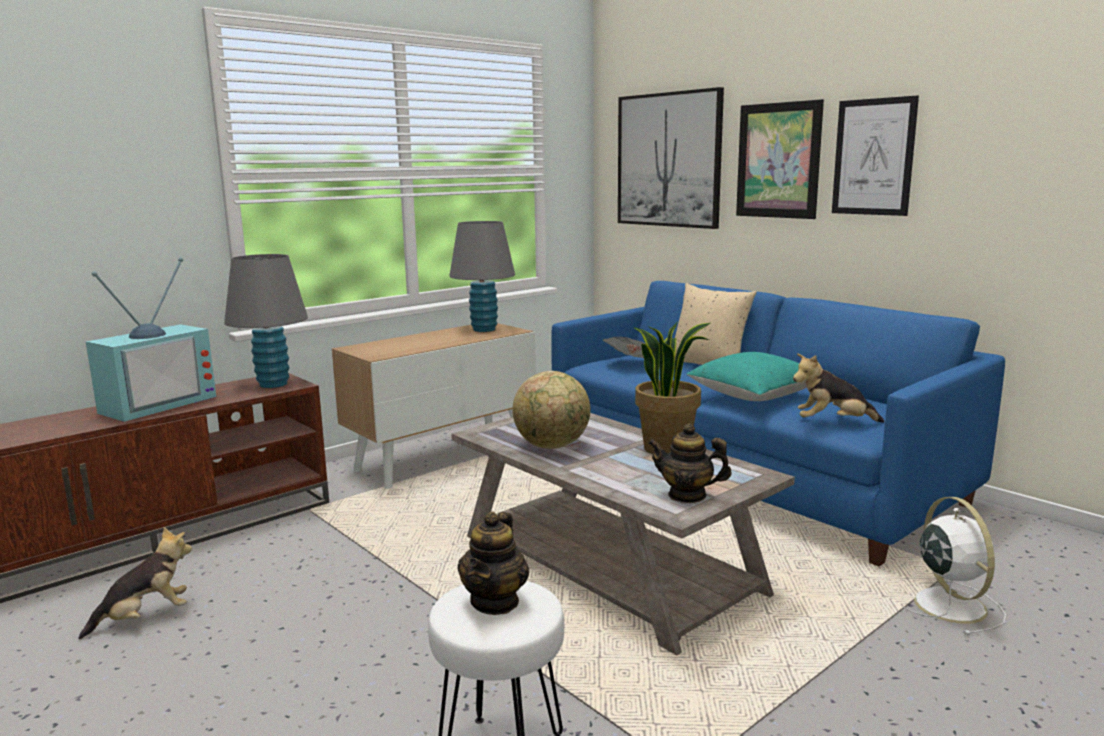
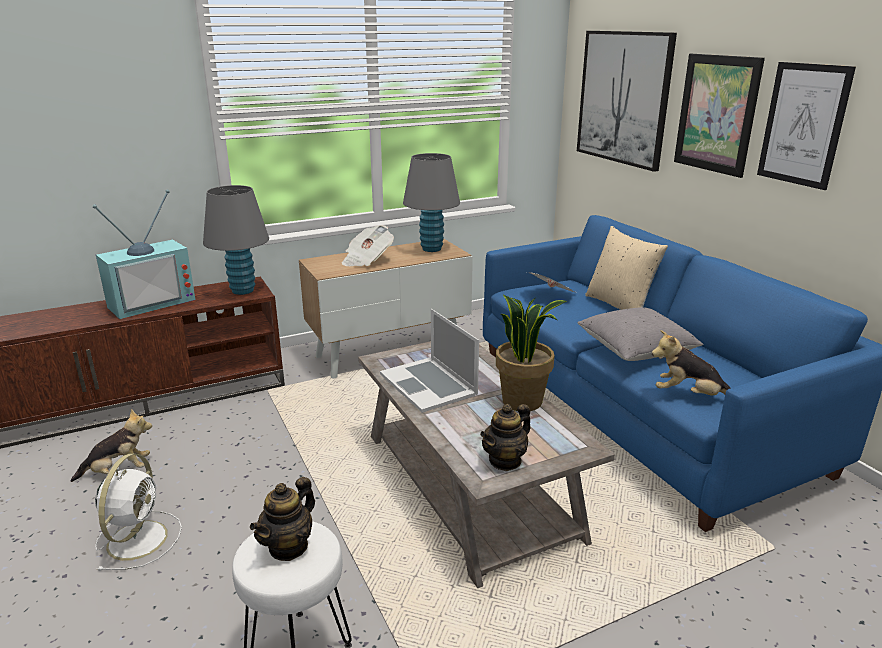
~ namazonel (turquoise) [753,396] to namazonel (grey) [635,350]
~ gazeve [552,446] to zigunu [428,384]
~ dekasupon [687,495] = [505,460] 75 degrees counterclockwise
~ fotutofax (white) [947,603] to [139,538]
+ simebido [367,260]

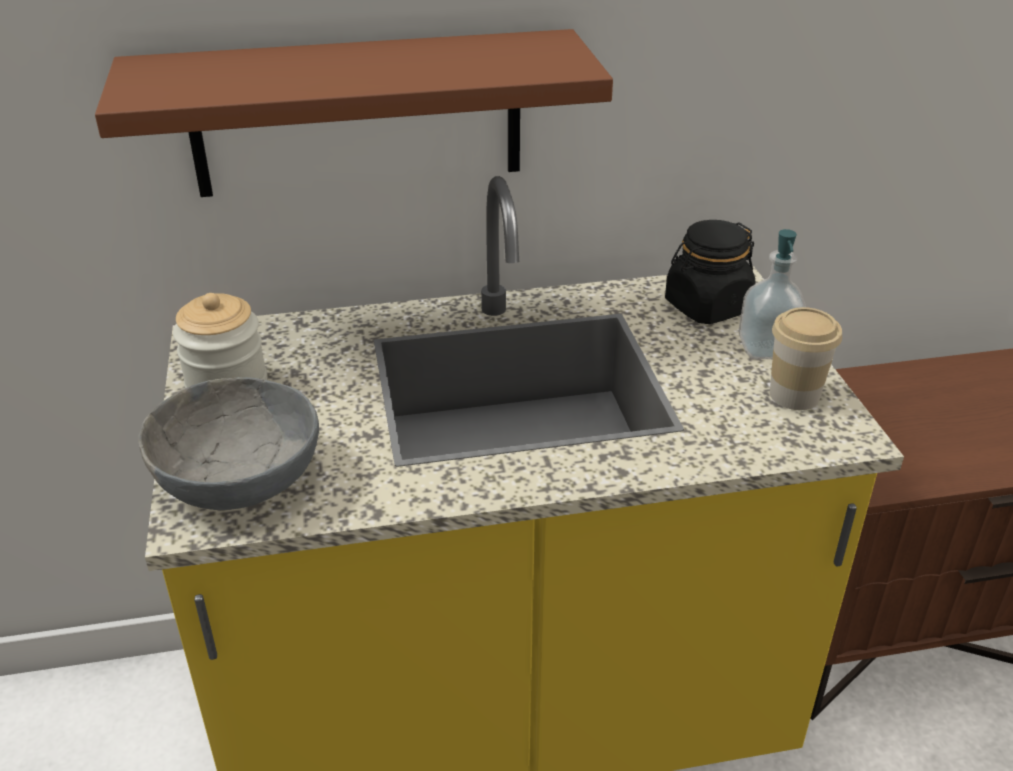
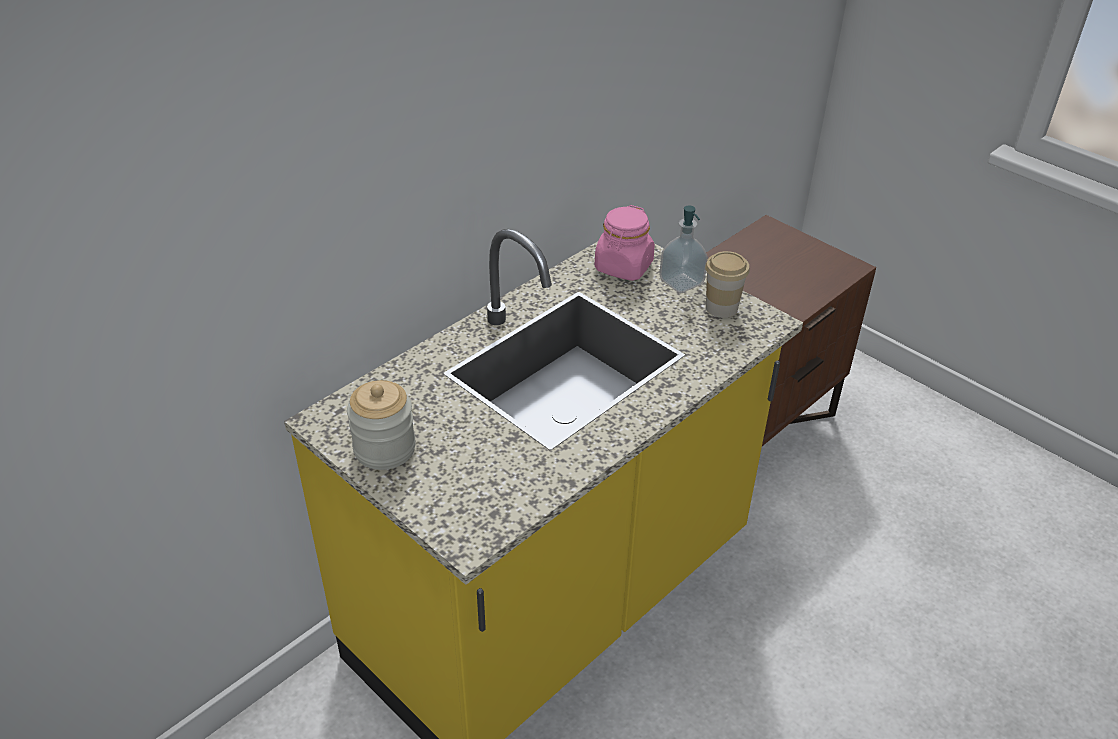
- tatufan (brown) [357,114]
~ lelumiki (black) [707,307] to lelumiki (pink) [623,267]
- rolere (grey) [238,481]

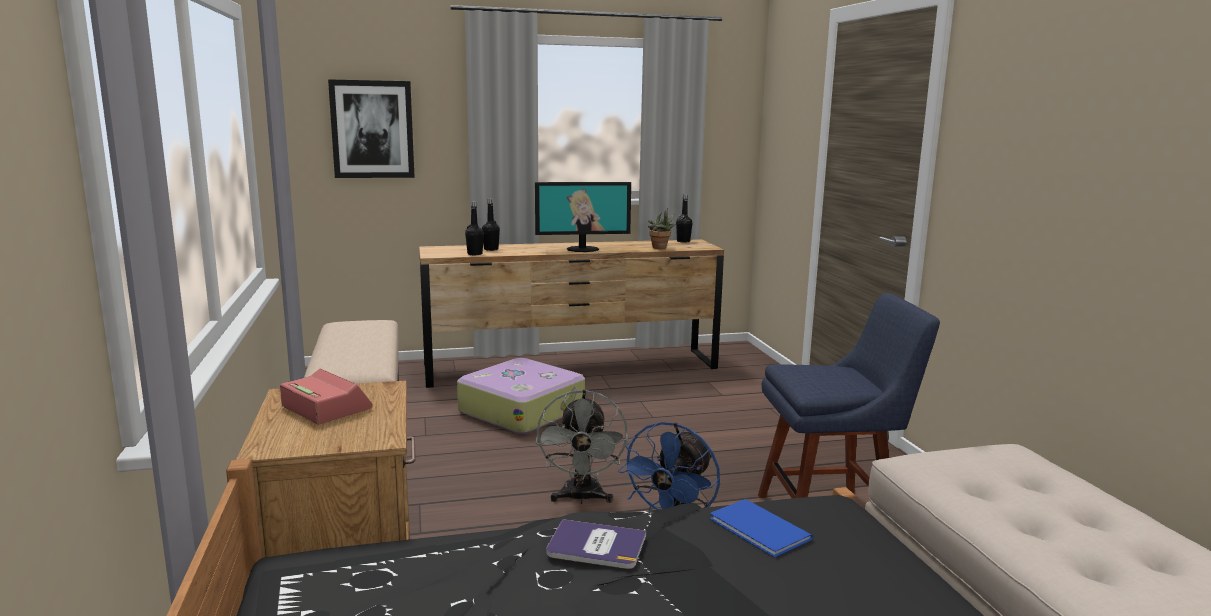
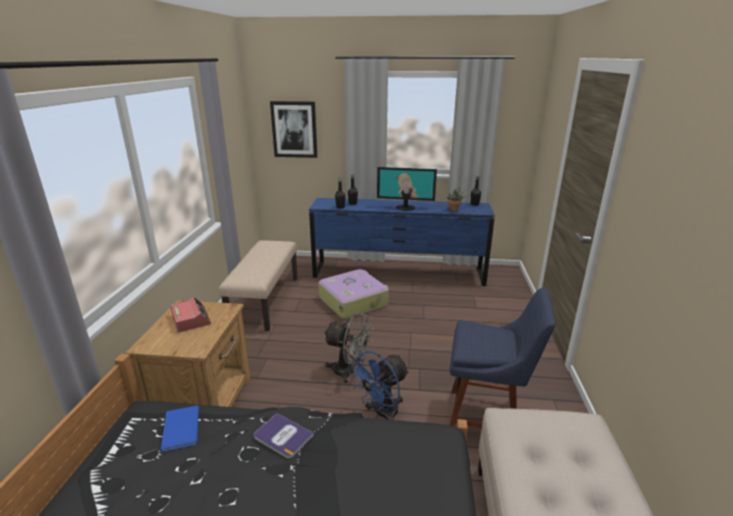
~ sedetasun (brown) [572,368] to sedetasun (blue) [398,273]
~ fotutofax (grey) [581,498] = [349,371] 90 degrees counterclockwise
~ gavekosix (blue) [759,531] to [179,430]

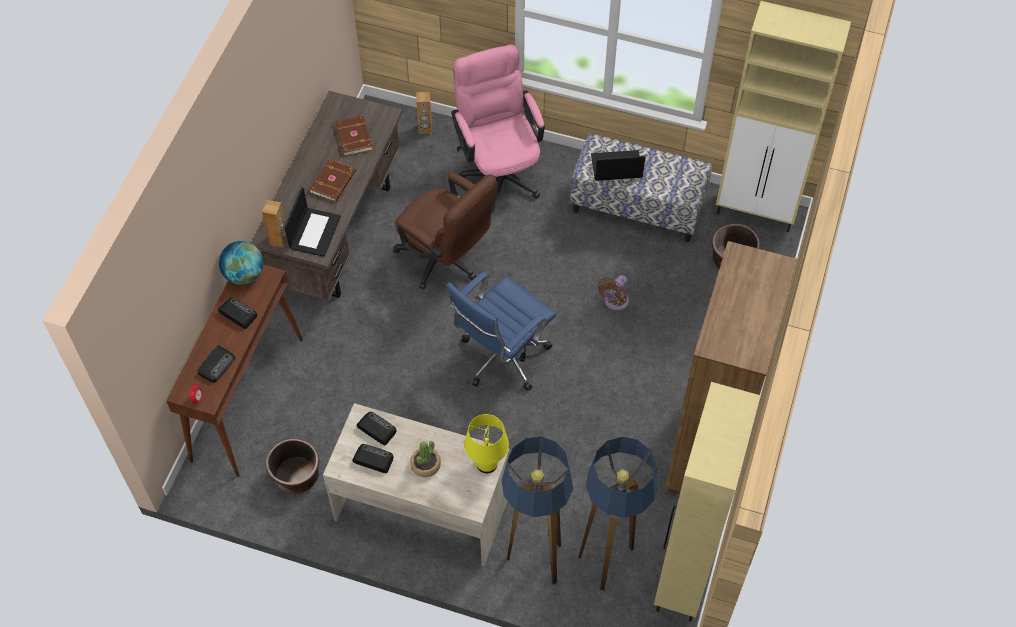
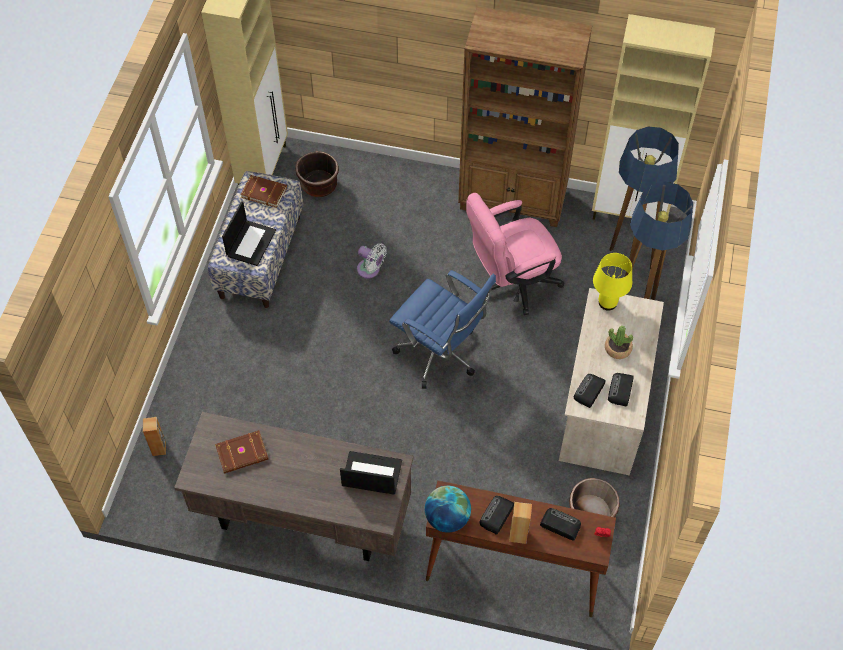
~ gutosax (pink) [499,170] to [511,283]
~ zigunu [616,167] = [251,242] 150 degrees counterclockwise
~ gavekosix (brown) [333,182] to [264,192]
- gutosax (brown) [446,260]
~ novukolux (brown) [279,240] to [518,535]
~ fotutofax (brown) [614,302] to fotutofax (white) [370,270]

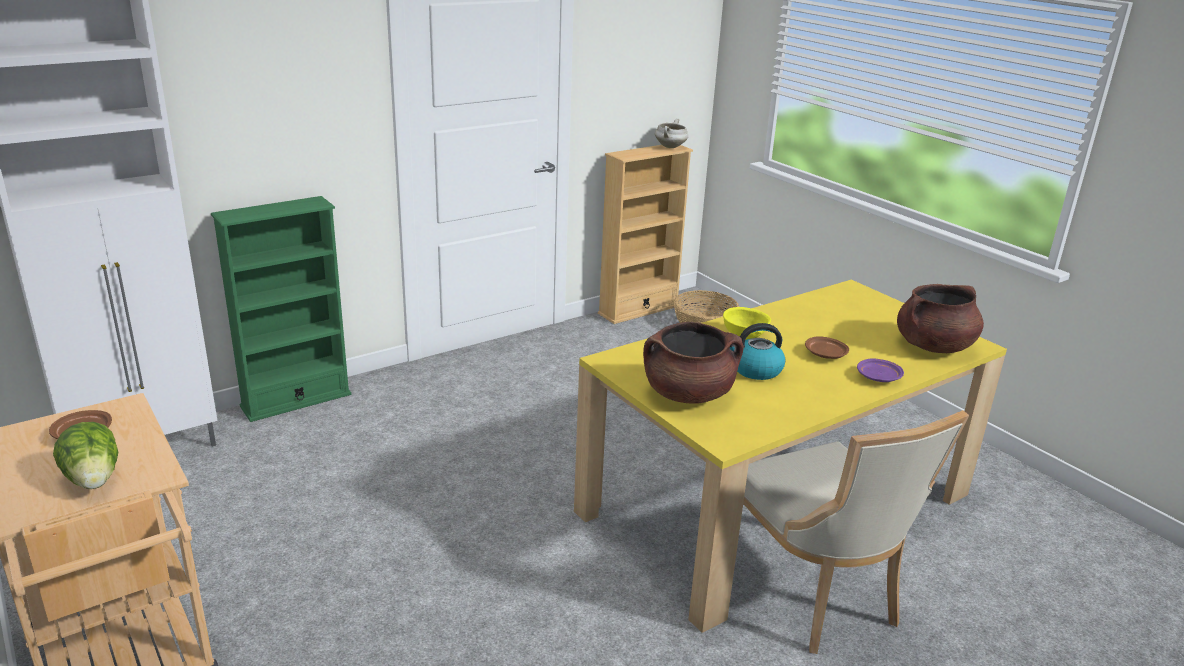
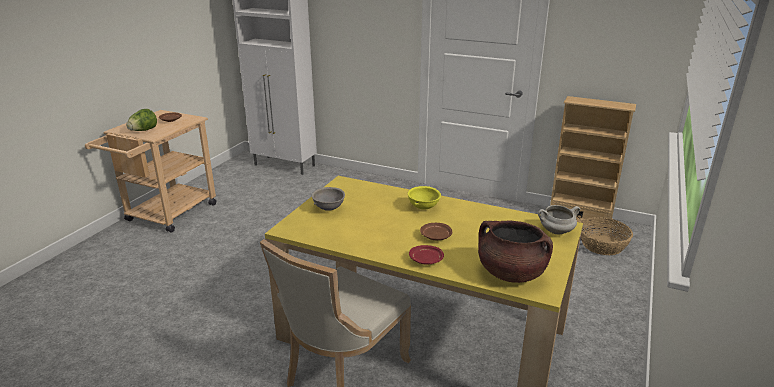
~ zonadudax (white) [670,147] to [556,232]
- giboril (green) [296,400]
~ zonadudax (brown) [688,394] to rolere (grey) [329,208]
- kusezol [755,370]
~ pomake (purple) [878,377] to pomake (red) [426,260]

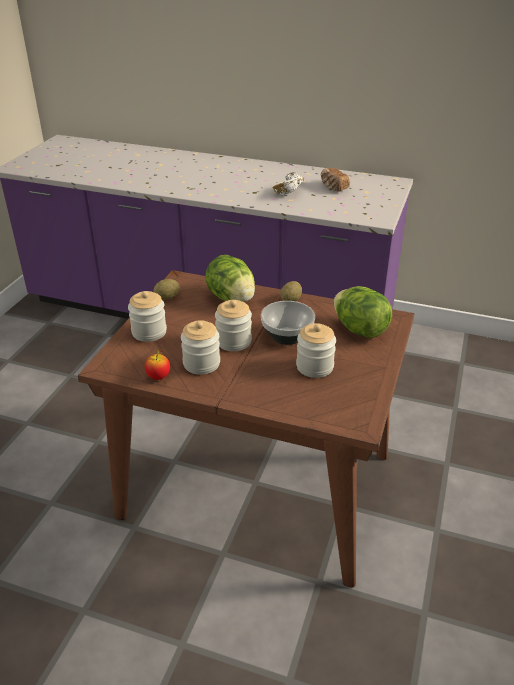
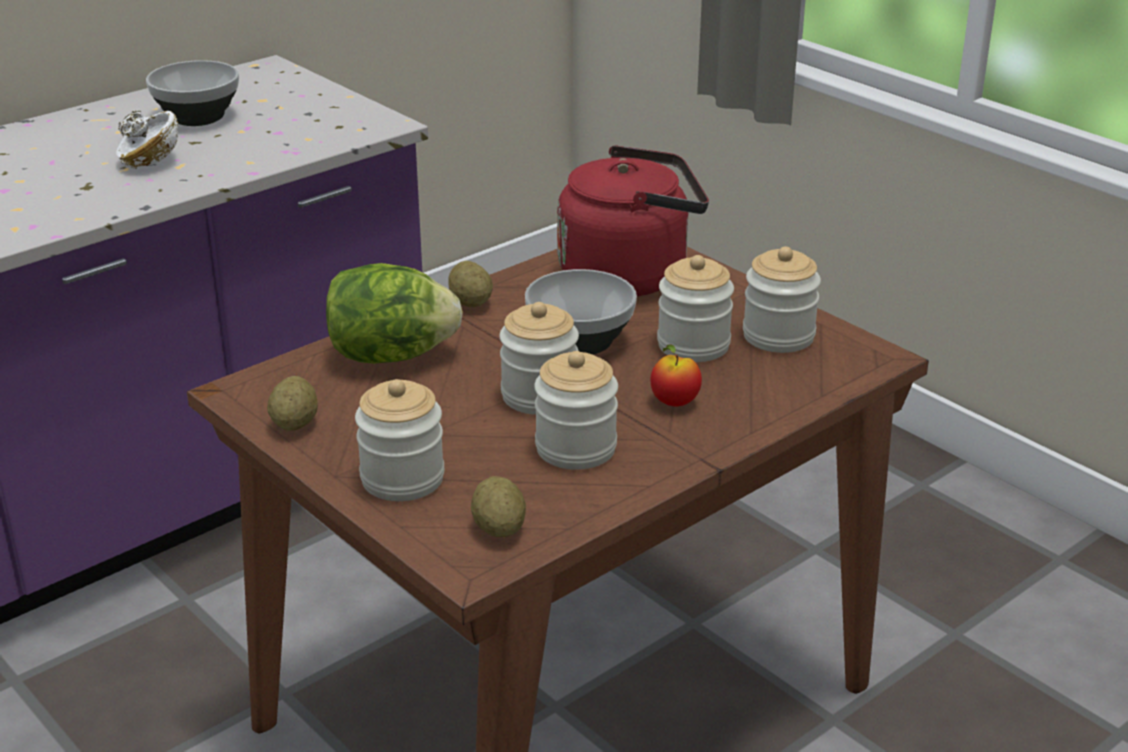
~ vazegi [333,187] to rolere [196,118]
~ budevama [360,330] to kusezol (red) [630,275]
~ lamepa [158,377] to [674,402]
+ lelumiki [778,336]
+ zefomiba [499,528]

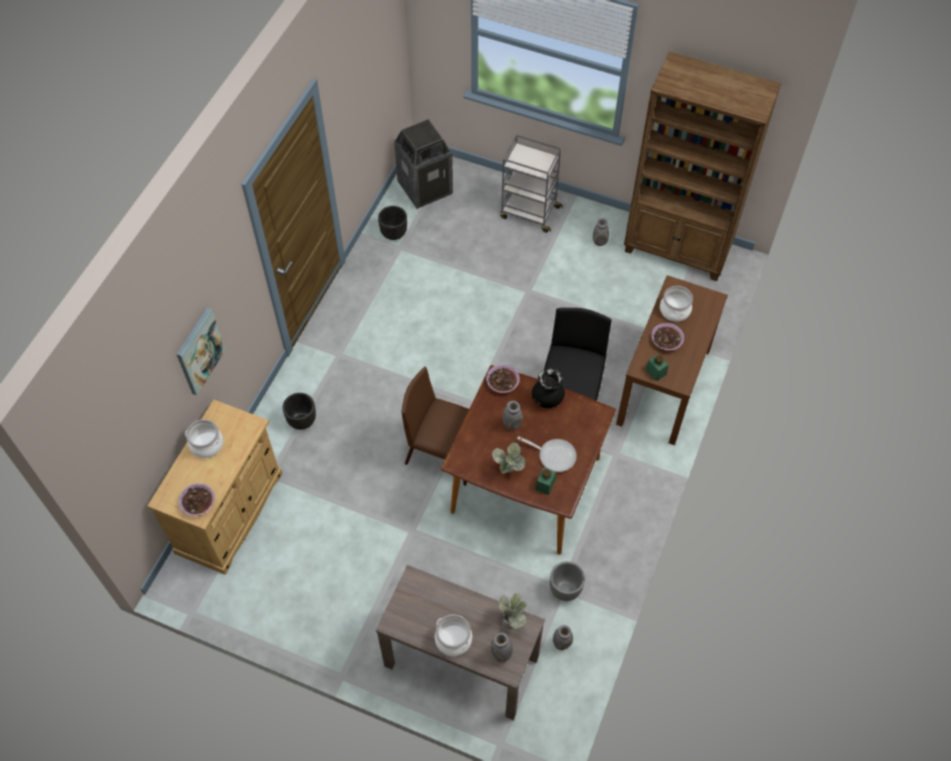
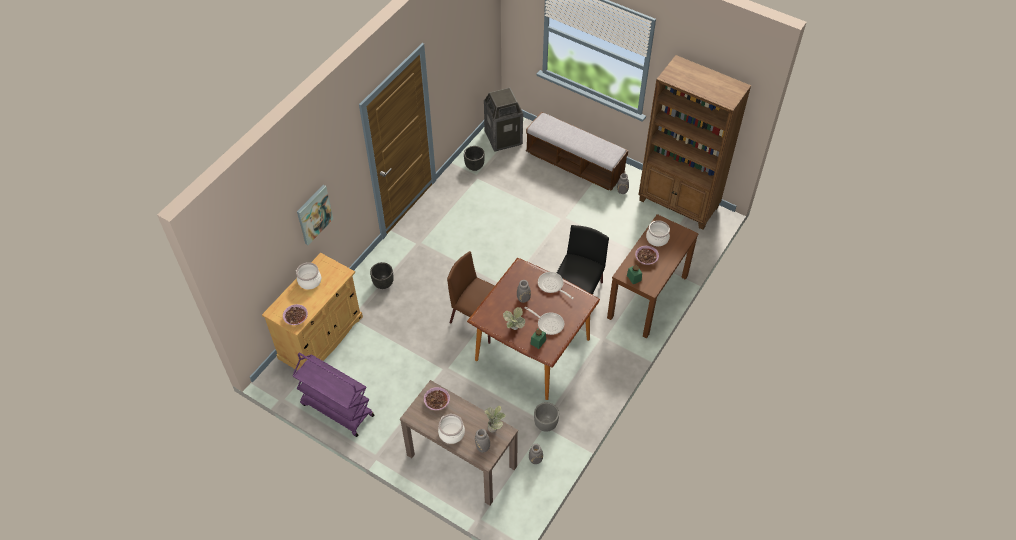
~ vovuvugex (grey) [529,212] to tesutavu [575,164]
~ rolere [502,383] to [436,401]
~ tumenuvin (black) [547,399] to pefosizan [552,285]
+ vovuvugex (purple) [336,409]

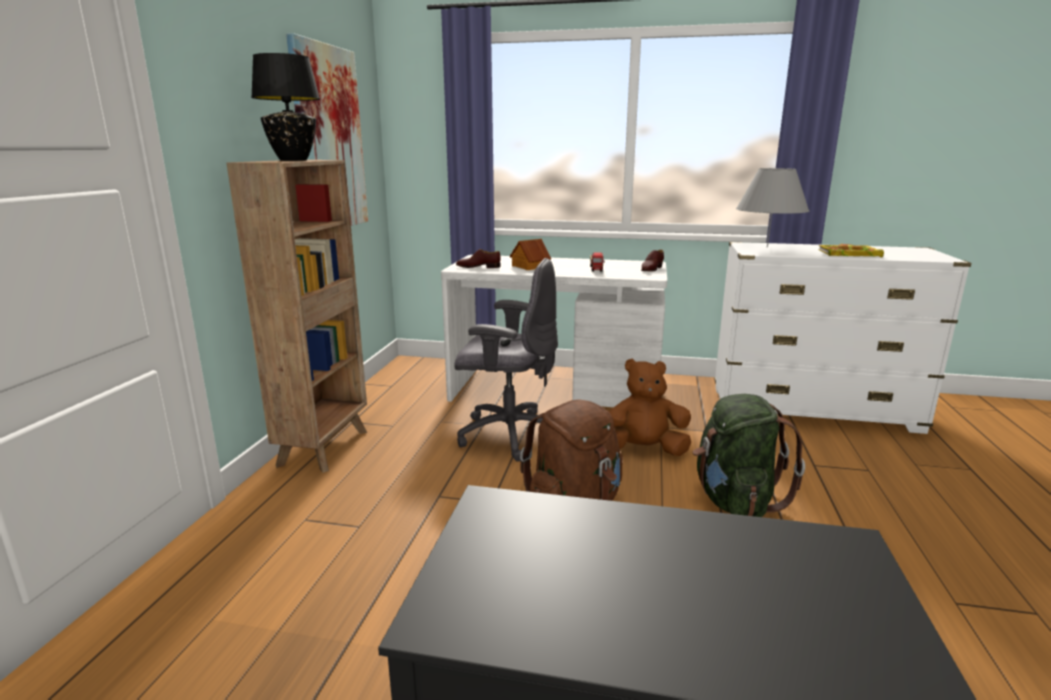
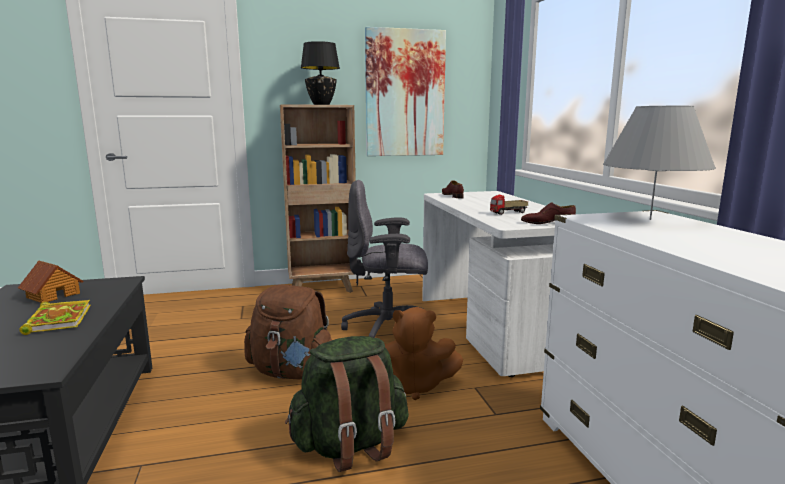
~ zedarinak [529,266] to [53,295]
~ gavekosix [847,254] to [58,319]
~ gutosax (grey) [508,434] = [389,329] 105 degrees clockwise
~ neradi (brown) [644,450] = [414,385] 120 degrees clockwise

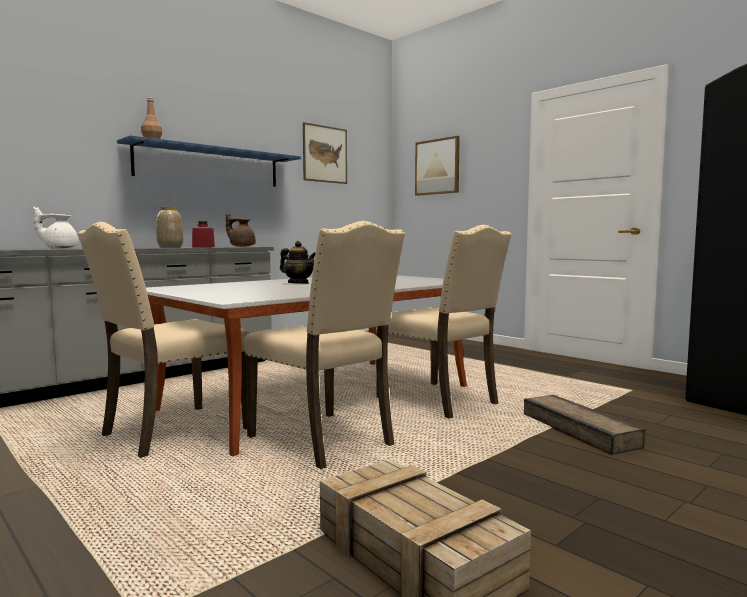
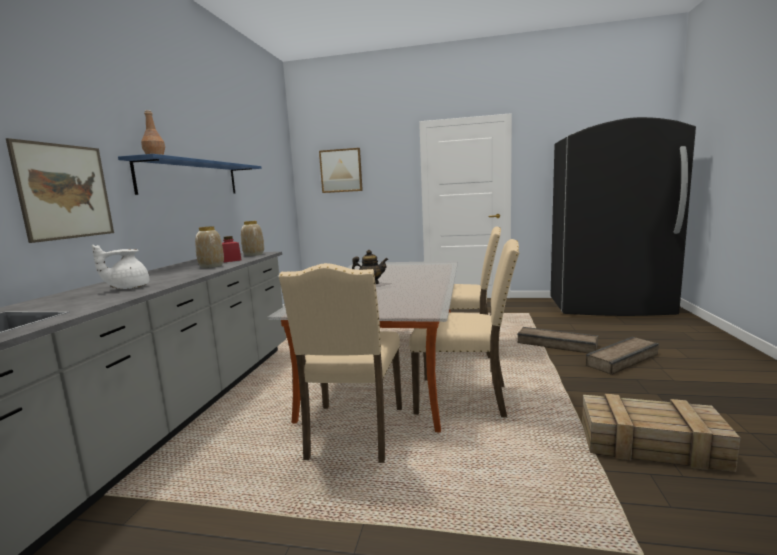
~ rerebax [325,154] to [65,191]
~ dekasupon (brown) [241,246] to tumenuvin [253,254]
+ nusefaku [623,360]

